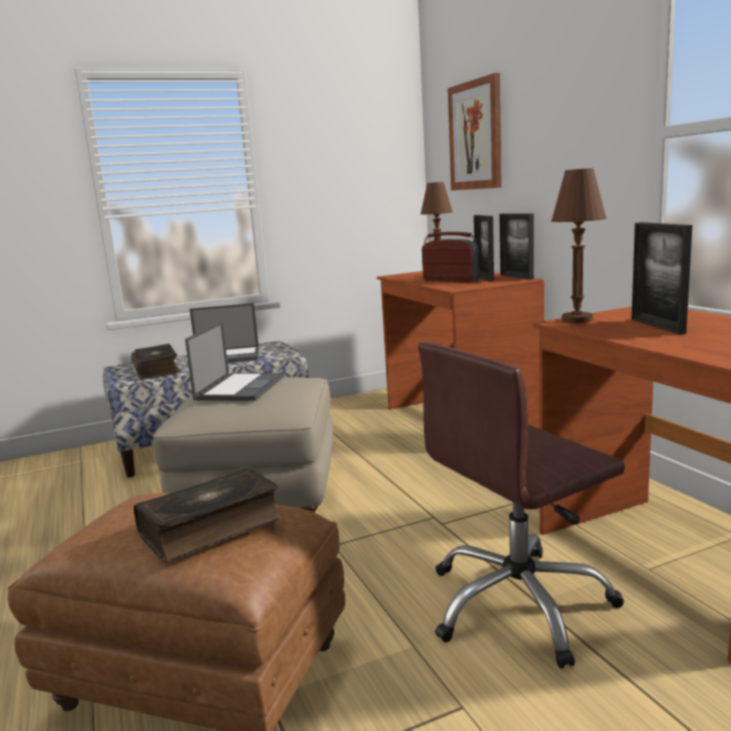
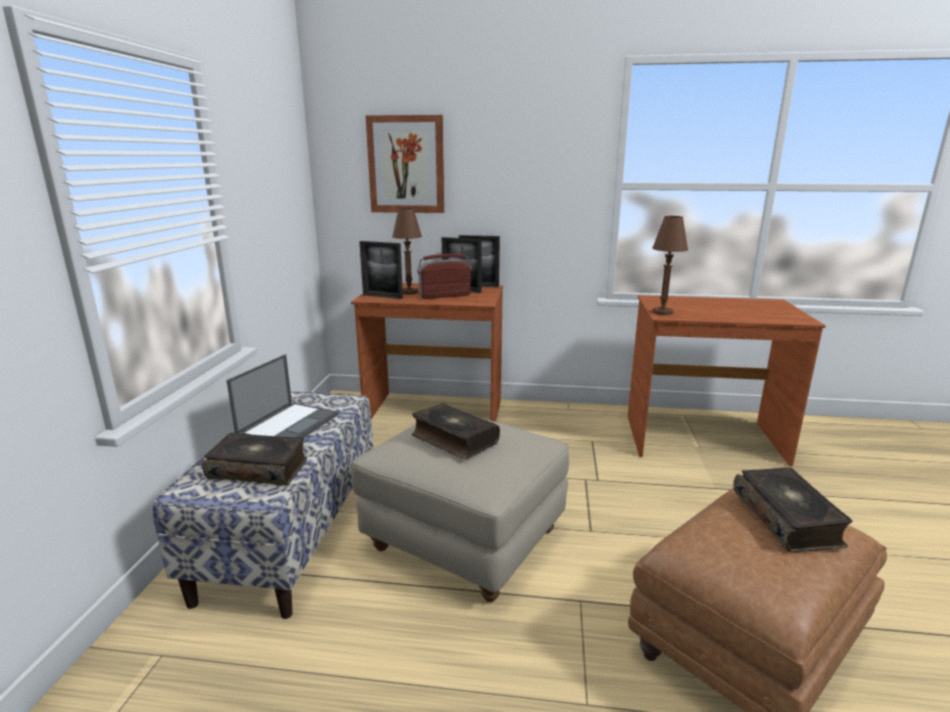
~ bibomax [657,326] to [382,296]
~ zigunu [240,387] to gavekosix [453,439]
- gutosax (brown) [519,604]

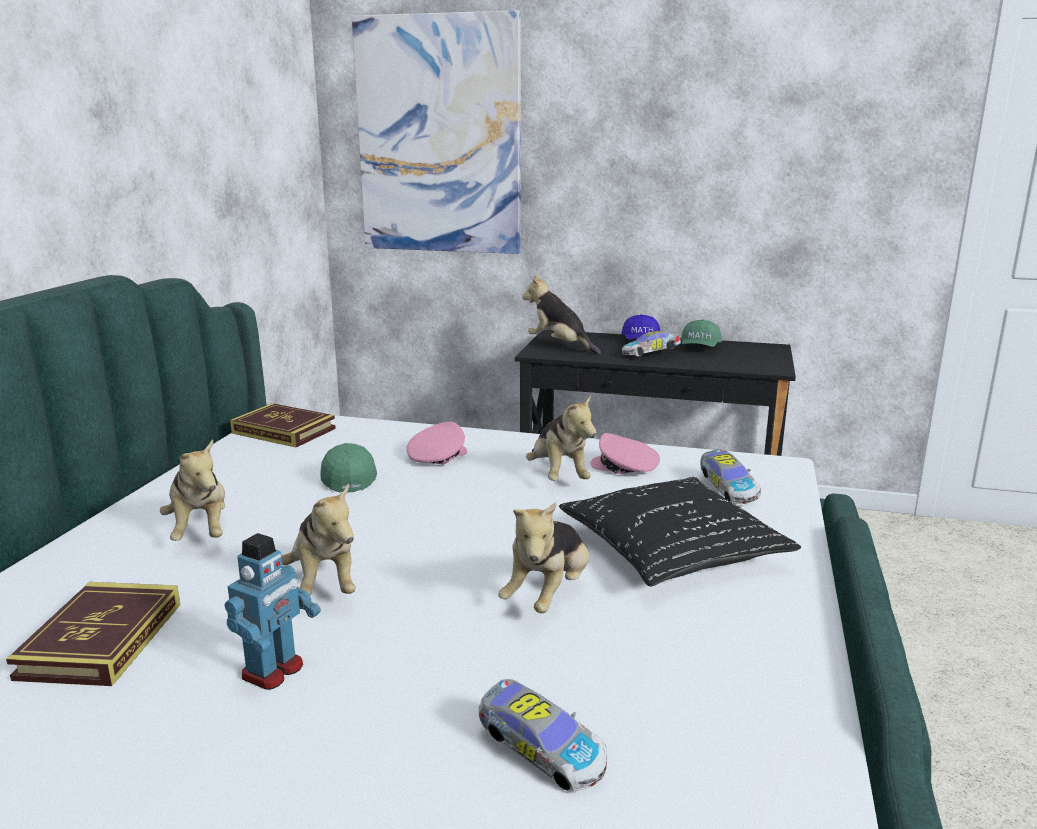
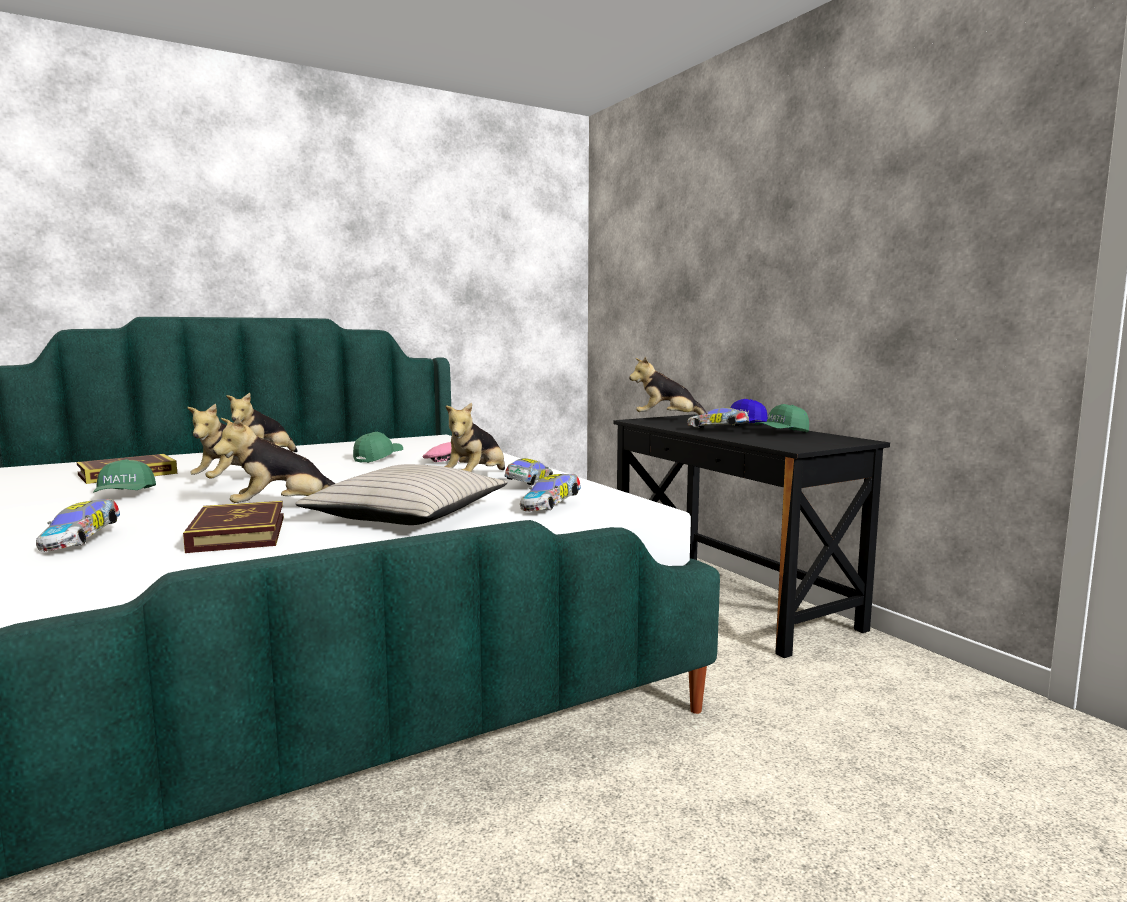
- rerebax [439,136]
~ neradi [560,346] = [668,420] 75 degrees counterclockwise
~ gavekosix [284,431] to [238,533]
~ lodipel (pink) [625,467] to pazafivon [529,485]
~ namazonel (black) [672,548] to namazonel (beige) [407,515]
~ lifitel [274,671] to lodipel (green) [125,495]

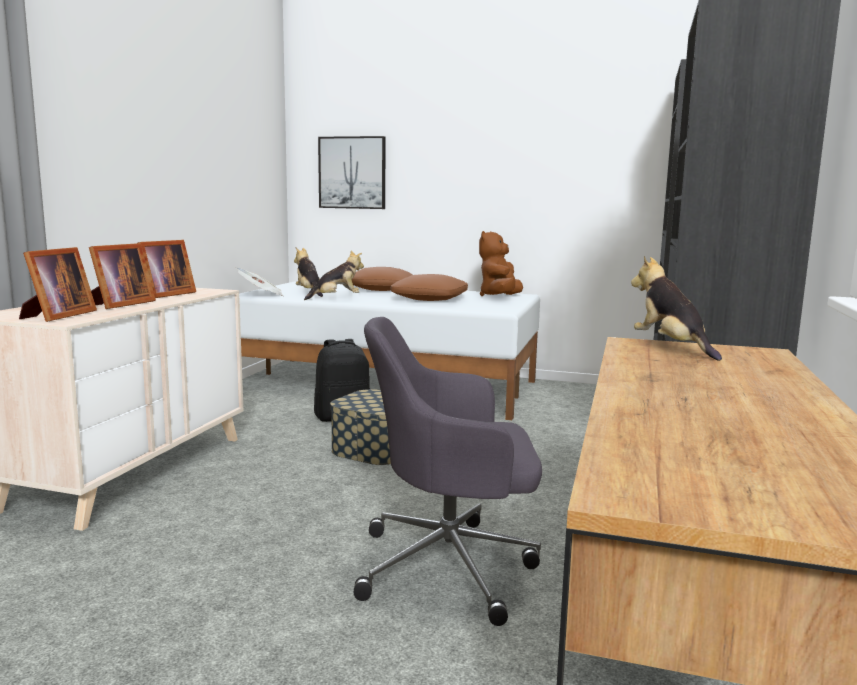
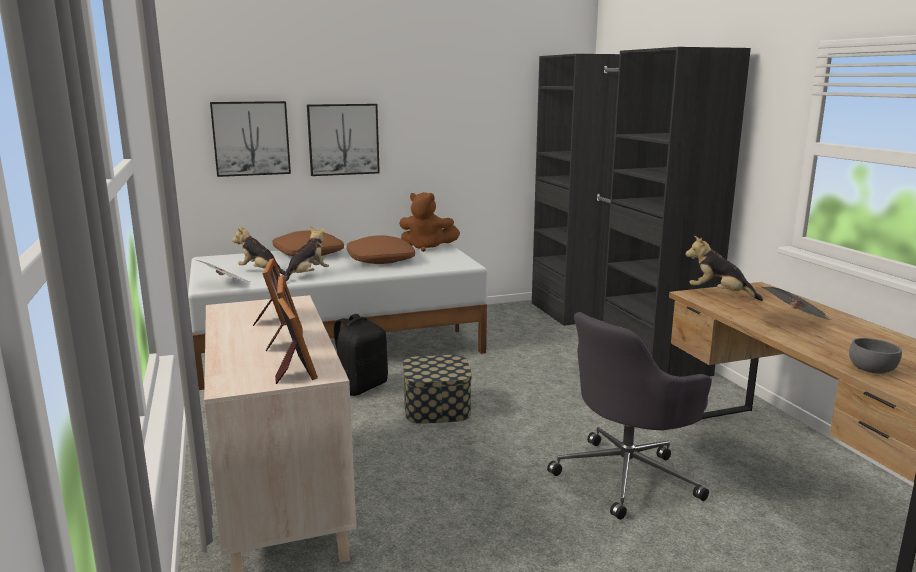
~ neradi (brown) [500,297] = [427,247] 60 degrees counterclockwise
+ rerebax [343,139]
+ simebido [796,321]
+ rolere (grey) [872,369]

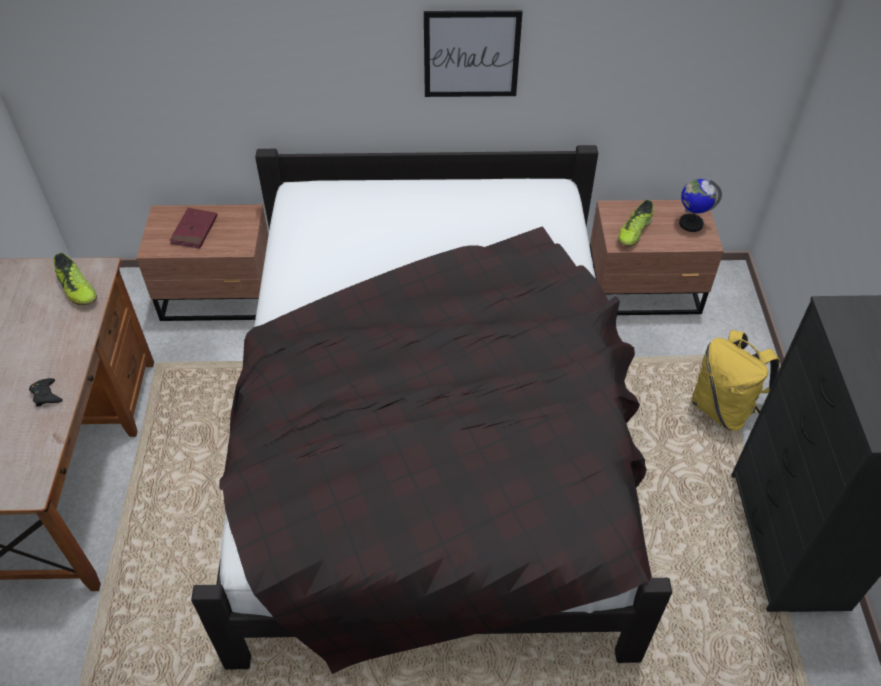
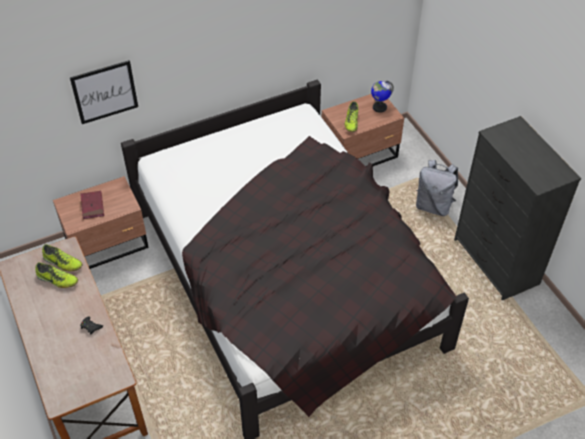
~ rerebax [471,54] to [104,92]
~ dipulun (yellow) [723,408] to dipulun (grey) [433,206]
+ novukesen [57,280]

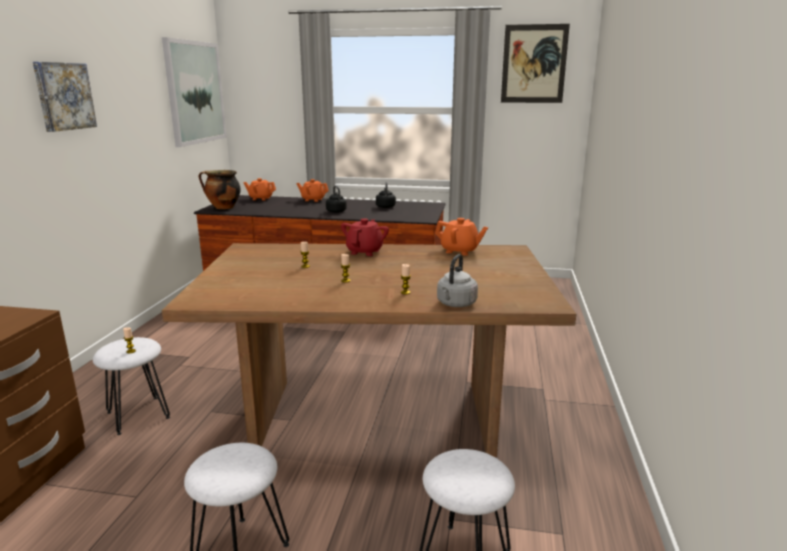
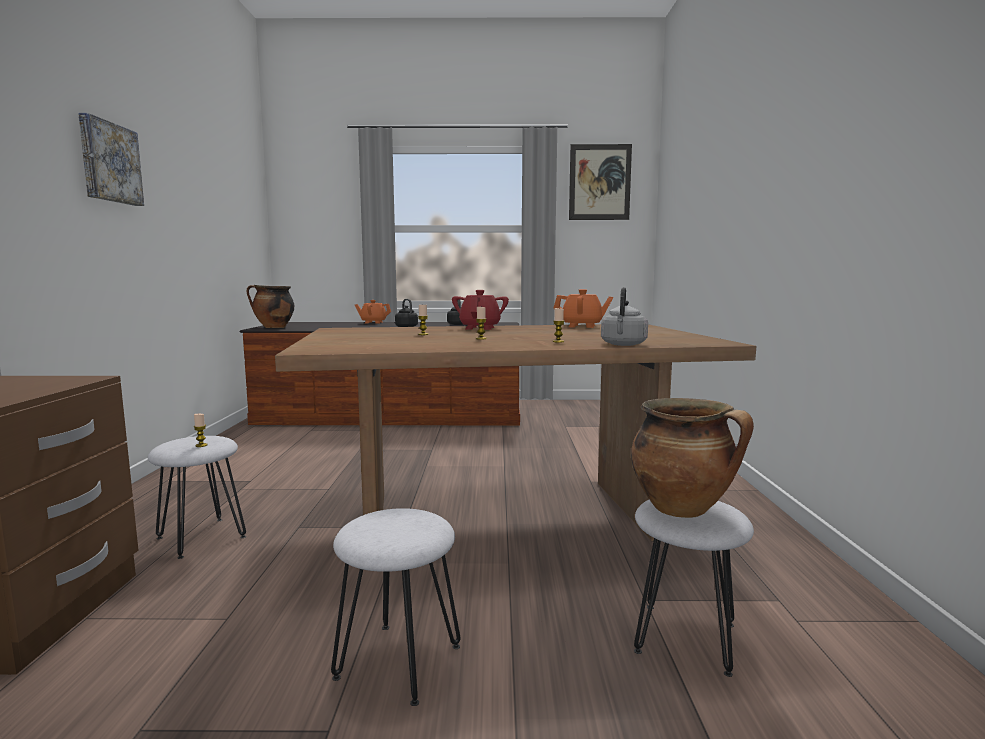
- rerebax [195,92]
- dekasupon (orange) [260,198]
+ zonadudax [683,509]

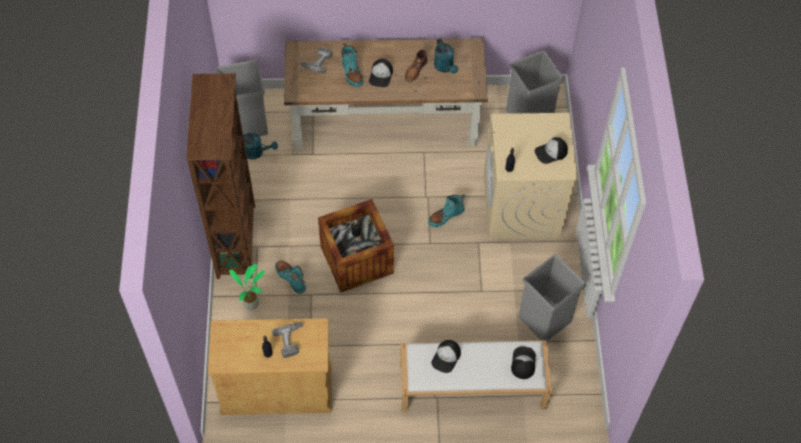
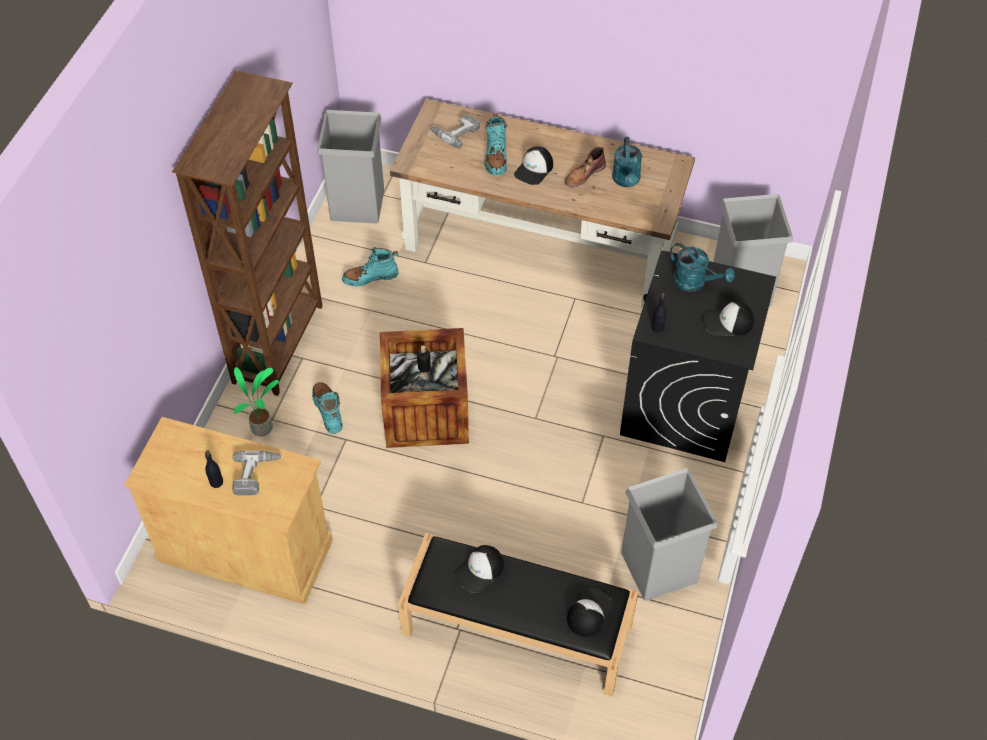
~ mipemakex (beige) [522,206] to mipemakex (black) [685,405]
~ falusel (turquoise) [257,152] to [695,282]
~ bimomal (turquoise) [446,216] to [370,277]
~ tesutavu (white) [471,386] to tesutavu (black) [515,629]

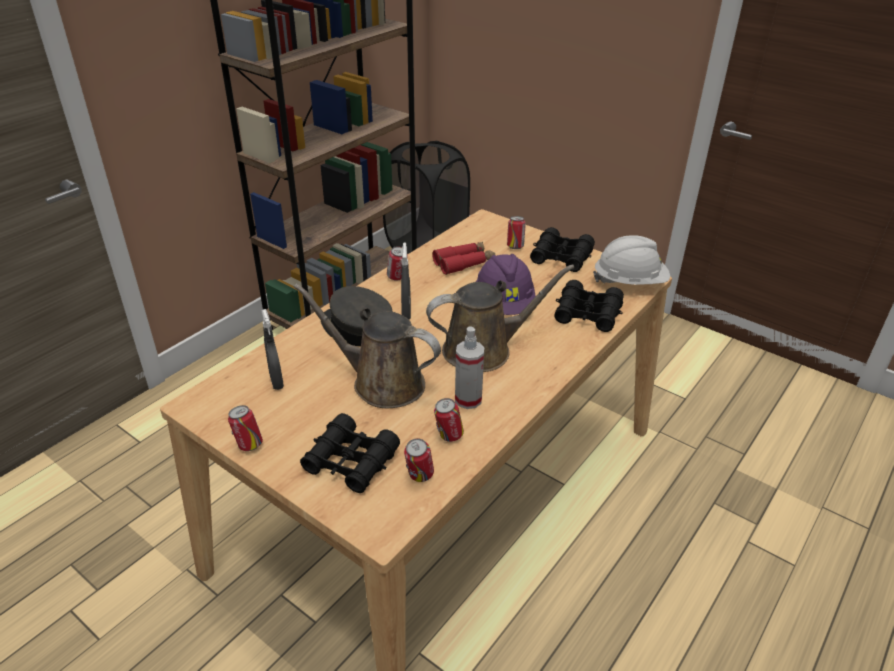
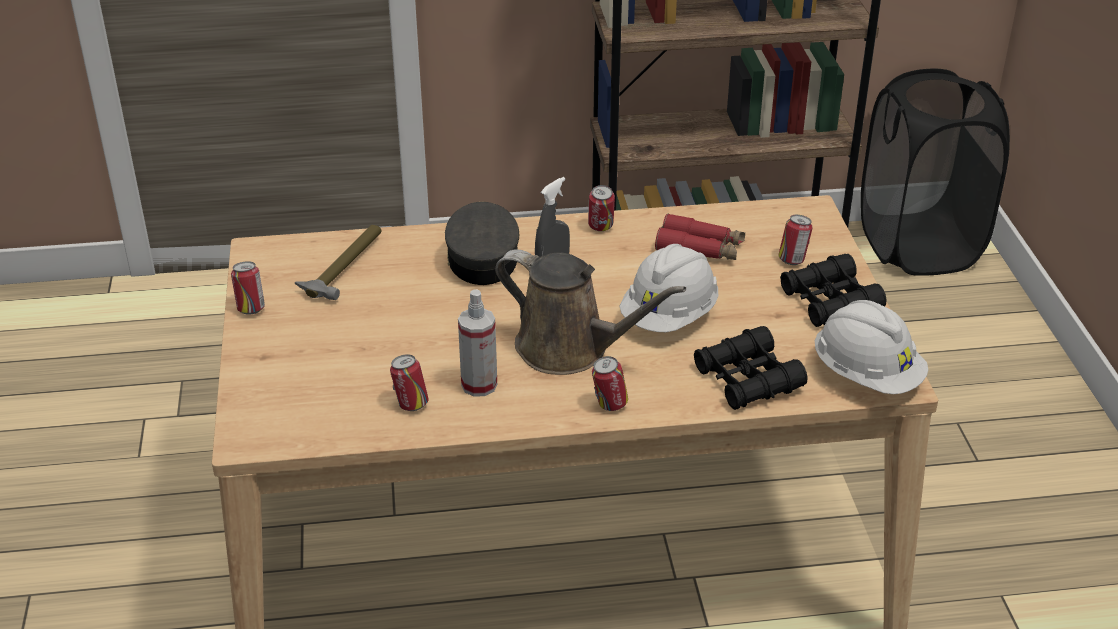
~ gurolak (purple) [504,304] to gurolak (white) [669,316]
- falusel (brown) [381,382]
~ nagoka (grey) [276,381] to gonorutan [345,268]
- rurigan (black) [351,461]
~ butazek [419,476] to [609,405]

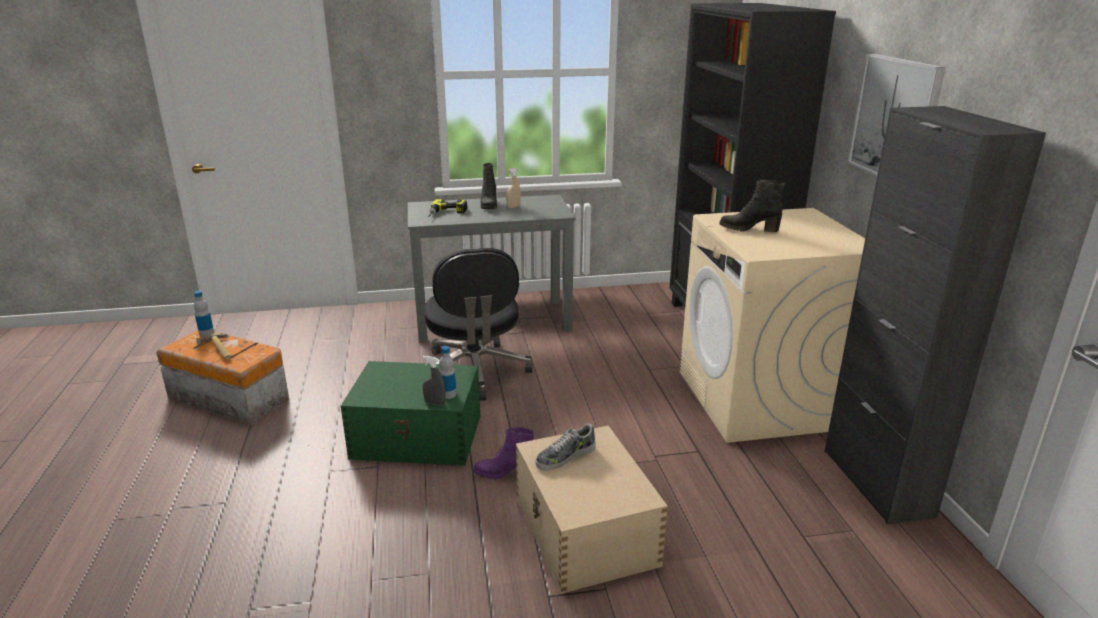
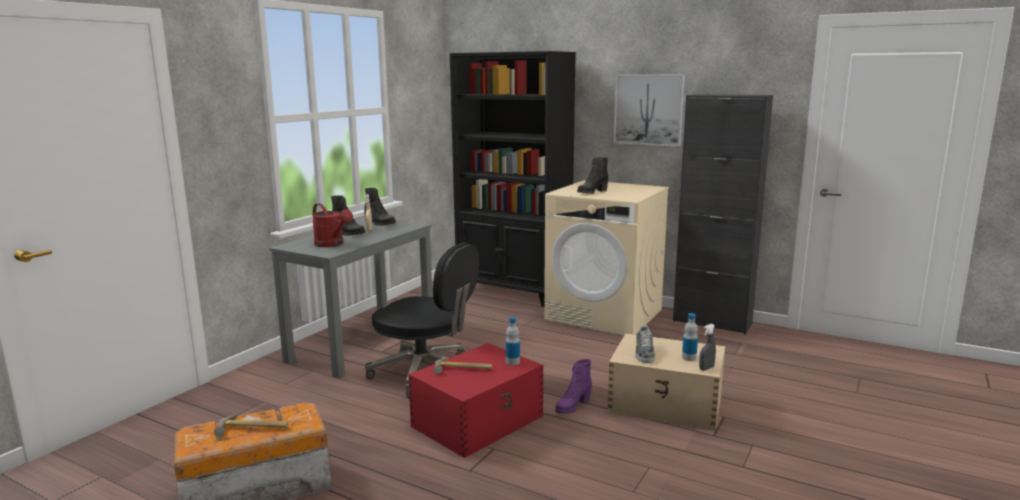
~ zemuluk [446,213] to falusel (red) [332,244]
~ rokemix [206,333] to [689,358]
~ nagoka (grey) [435,403] to [706,368]
~ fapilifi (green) [418,437] to fapilifi (red) [479,421]
+ bimomal (black) [379,223]
+ gonorutan [462,369]

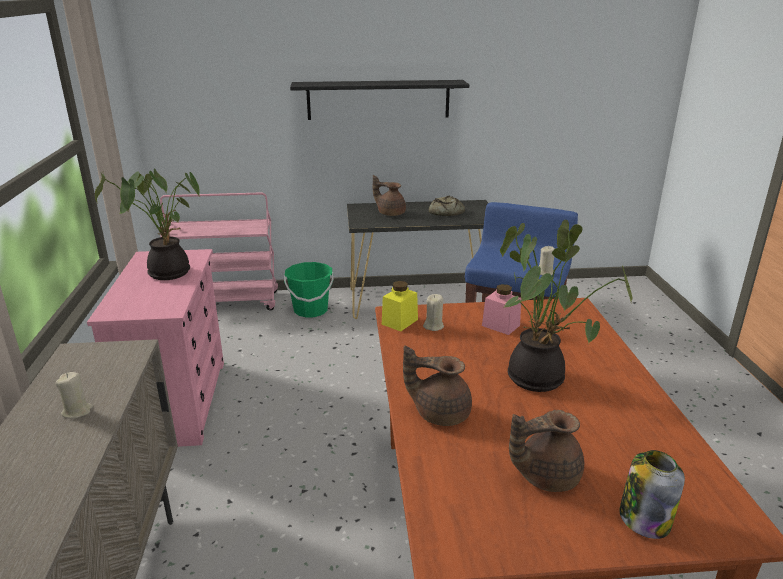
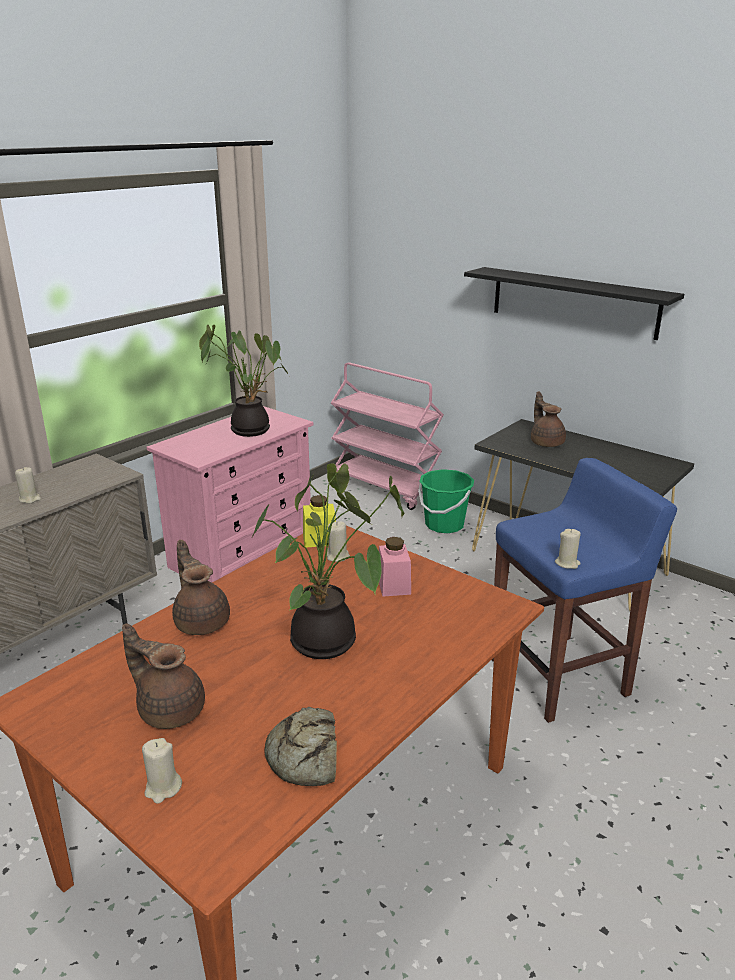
~ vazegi [445,212] to [305,755]
~ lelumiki [644,518] to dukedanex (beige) [163,788]

